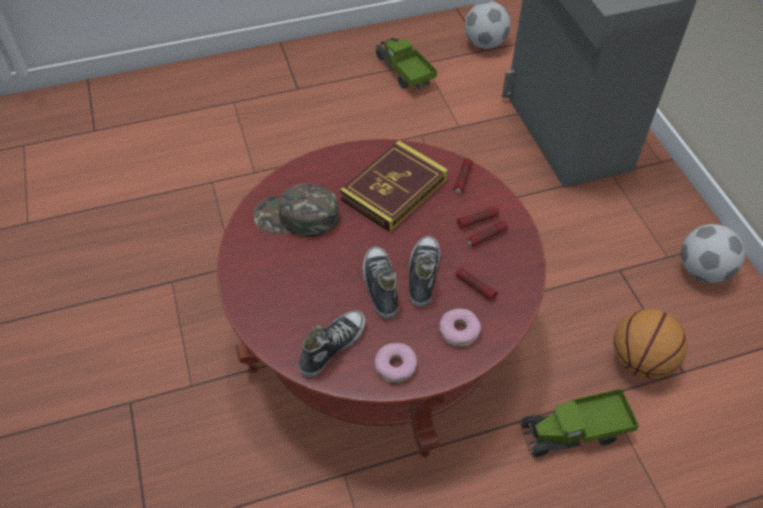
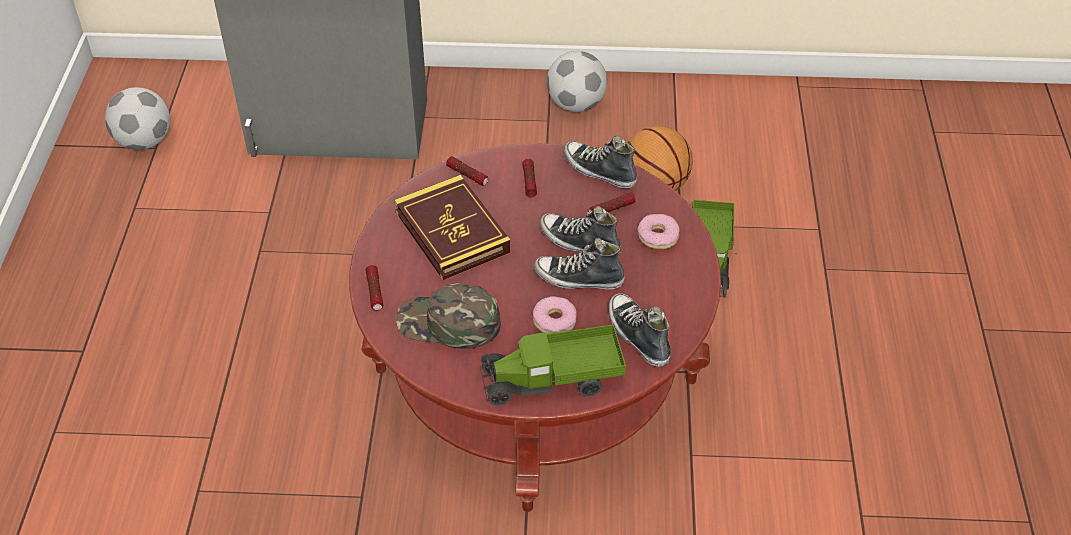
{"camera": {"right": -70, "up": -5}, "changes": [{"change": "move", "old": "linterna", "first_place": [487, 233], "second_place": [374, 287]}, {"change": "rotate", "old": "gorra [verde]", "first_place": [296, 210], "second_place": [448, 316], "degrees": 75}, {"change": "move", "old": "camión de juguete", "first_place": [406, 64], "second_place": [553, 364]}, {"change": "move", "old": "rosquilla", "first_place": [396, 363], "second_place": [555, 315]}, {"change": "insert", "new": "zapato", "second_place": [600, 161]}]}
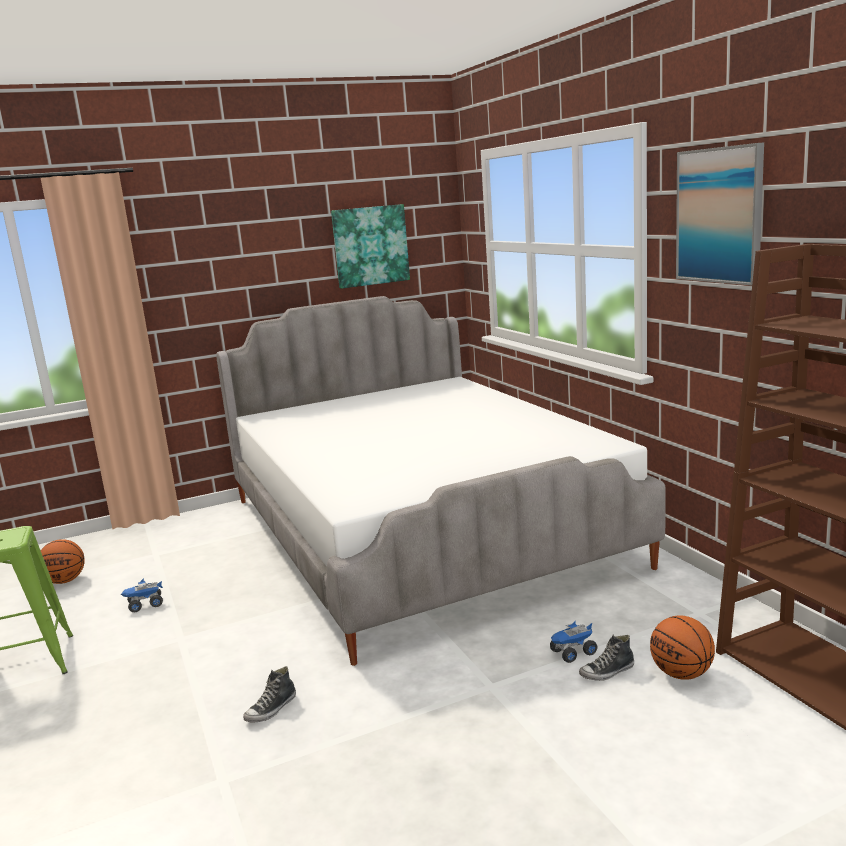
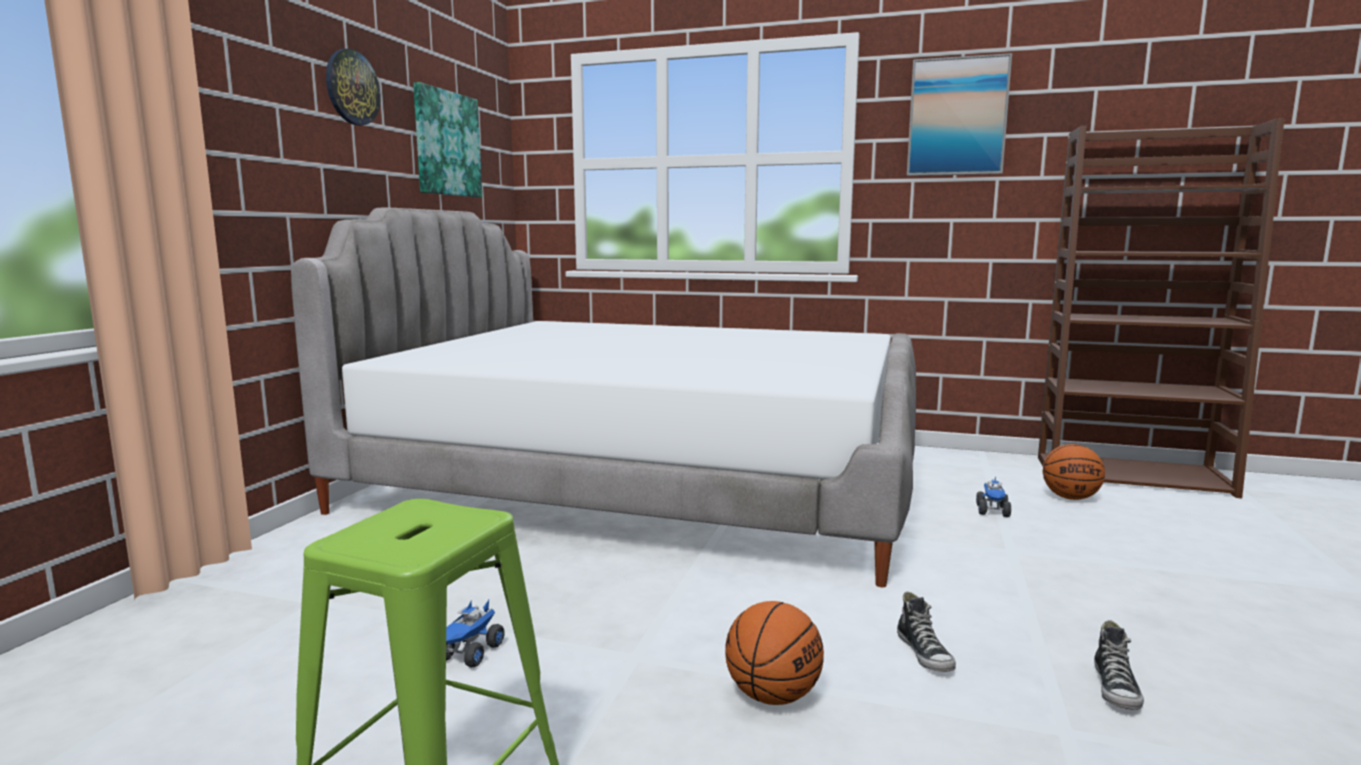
{"camera": {"right": -50, "up": -5}, "changes": [{"change": "insert", "new": "reloj de pared", "second_place": [353, 87]}, {"change": "move", "old": "balón de baloncesto", "first_place": [63, 561], "second_place": [774, 653]}, {"change": "move", "old": "zapato", "first_place": [606, 658], "second_place": [1119, 665]}]}
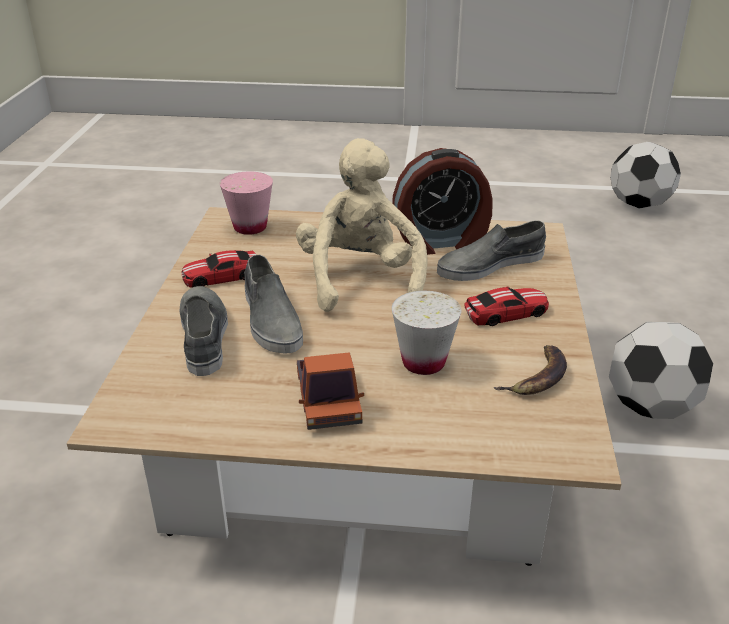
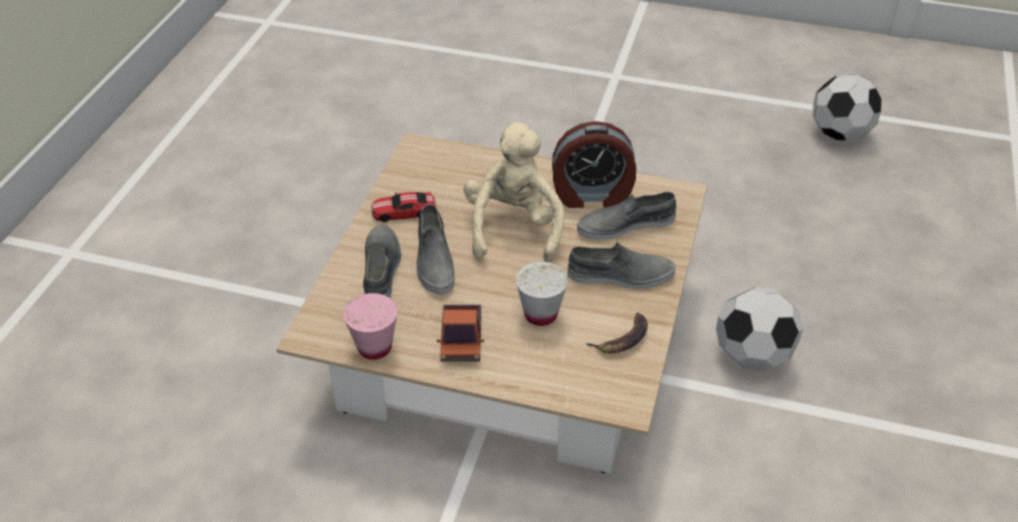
{"camera": {"right": 10, "up": 10}, "changes": [{"change": "move", "old": "taza [rosa]", "first_place": [246, 203], "second_place": [370, 326]}, {"change": "replace", "old": "coche de juguete", "new": "zapato [gris]", "first_place": [506, 306], "second_place": [622, 265]}]}
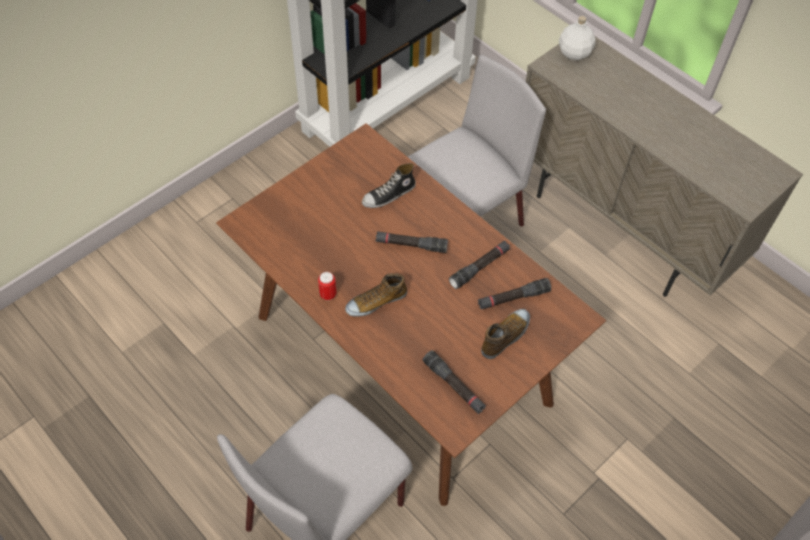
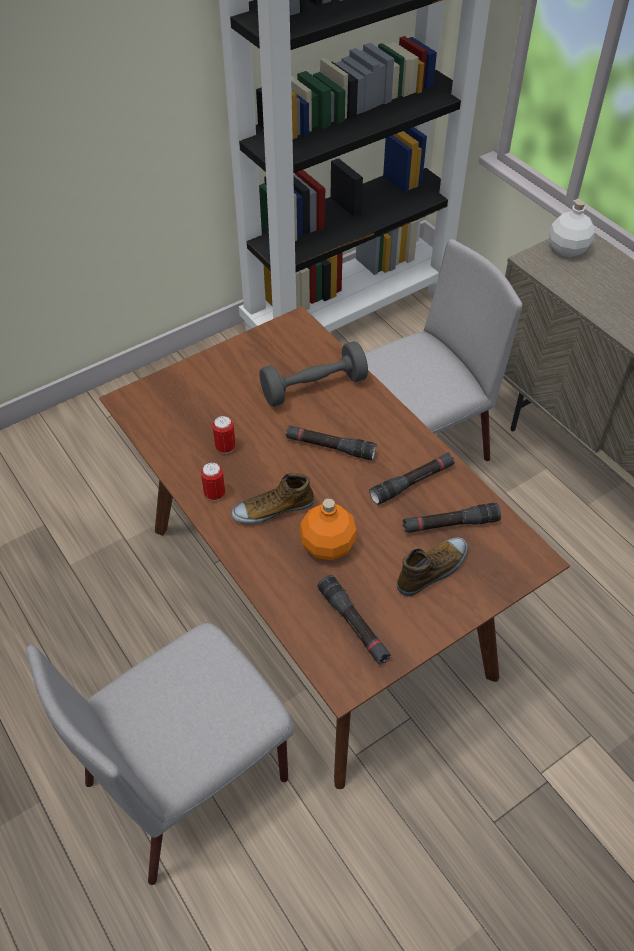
{"camera": {"right": 10, "up": -5}, "changes": [{"change": "insert", "new": "lata", "second_place": [224, 435]}, {"change": "replace", "old": "zapato", "new": "mancuerna [gris]", "first_place": [389, 185], "second_place": [313, 374]}, {"change": "insert", "new": "botella [naranja]", "second_place": [328, 529]}]}
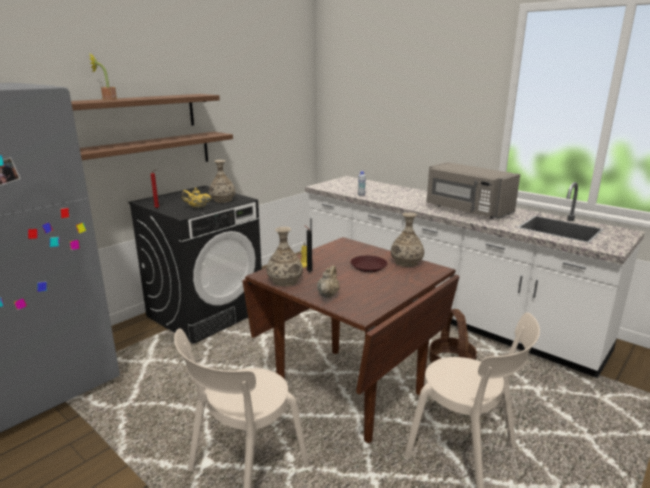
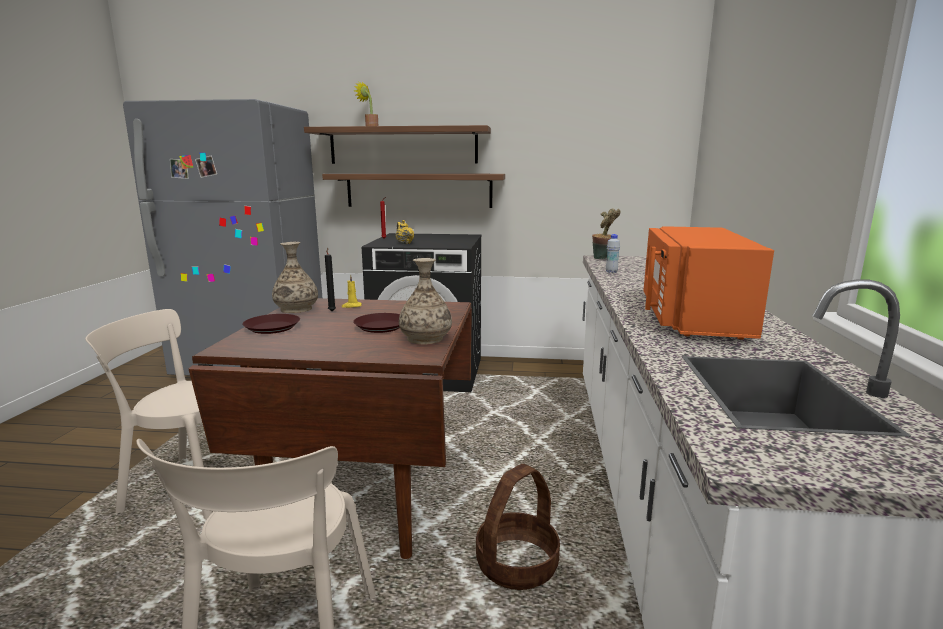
{"camera": {"right": 55, "up": -5}, "changes": [{"change": "replace", "old": "tetera [beis]", "new": "plato [marrón]", "first_place": [328, 281], "second_place": [271, 324]}, {"change": "insert", "new": "planta en maceta", "second_place": [606, 233]}, {"change": "recolor", "old": "microondas [gris]", "new": "microondas [naranja]", "first_place": [473, 190], "second_place": [708, 282]}, {"change": "delete", "old": "florero", "first_place": [222, 181]}]}
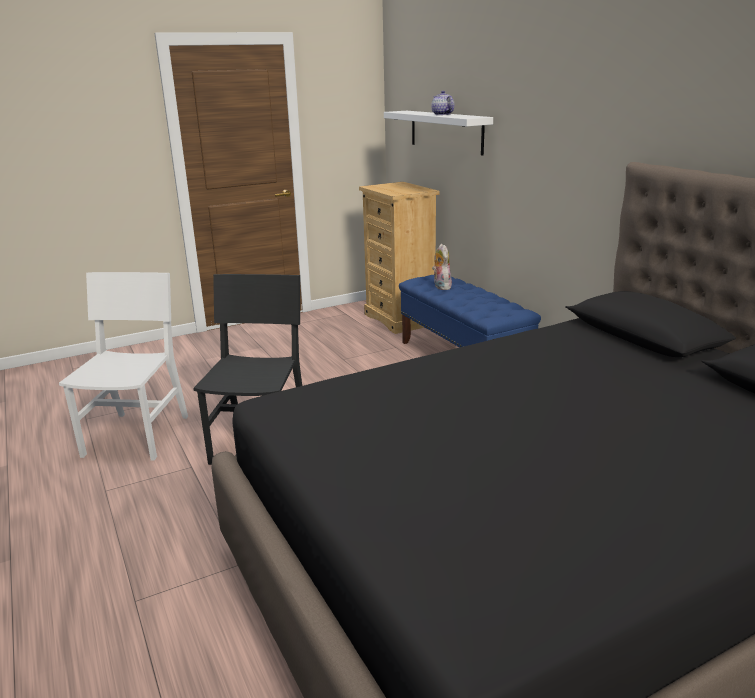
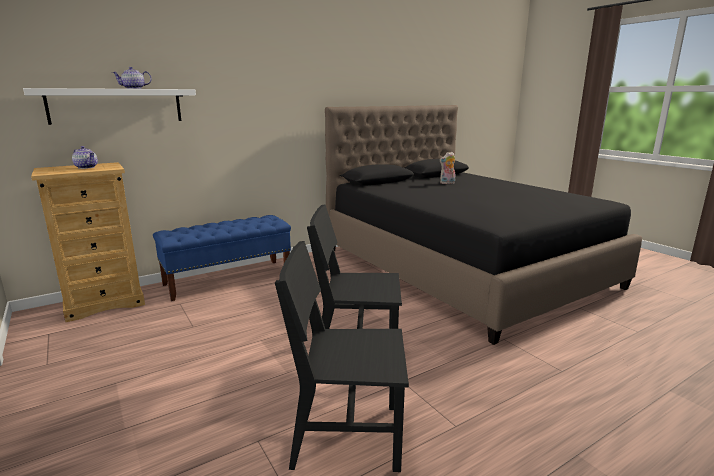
{"camera": {"right": -95, "up": -5}, "changes": [{"change": "insert", "new": "tetera", "second_place": [85, 157]}, {"change": "recolor", "old": "silla [blanco]", "new": "silla [negro]", "first_place": [123, 366], "second_place": [342, 356]}, {"change": "move", "old": "peluche", "first_place": [442, 267], "second_place": [447, 168]}]}
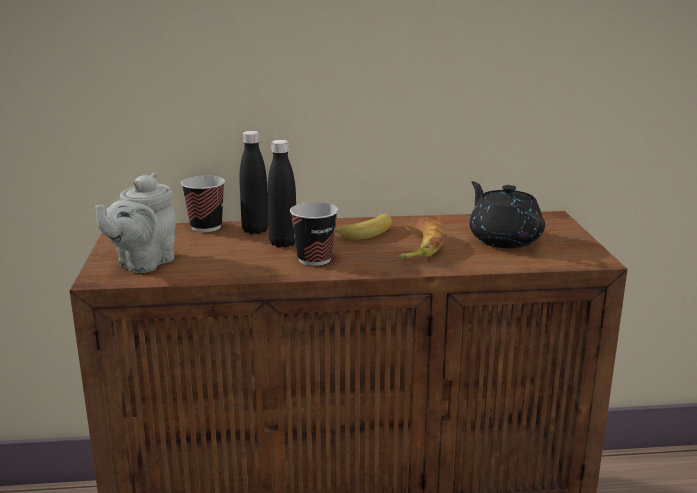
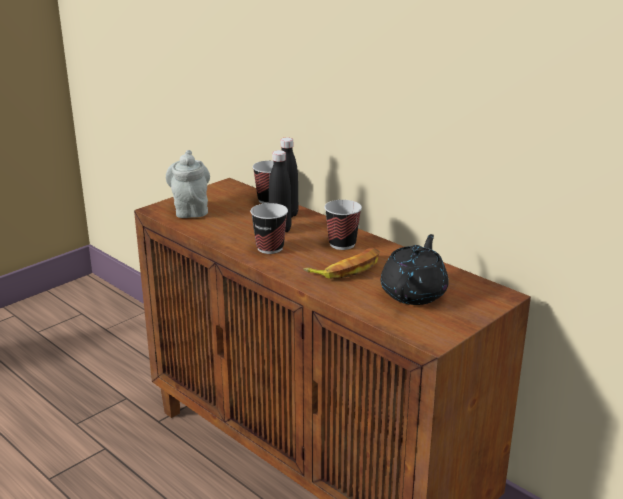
{"camera": {"right": 50, "up": 5}, "changes": [{"change": "rotate", "old": "tetera [gris]", "first_place": [135, 223], "second_place": [188, 184], "degrees": 90}, {"change": "replace", "old": "plátano", "new": "taza", "first_place": [363, 227], "second_place": [343, 225]}]}
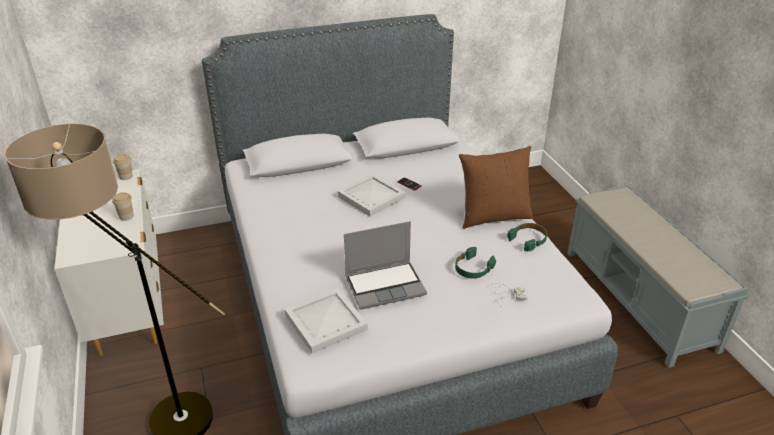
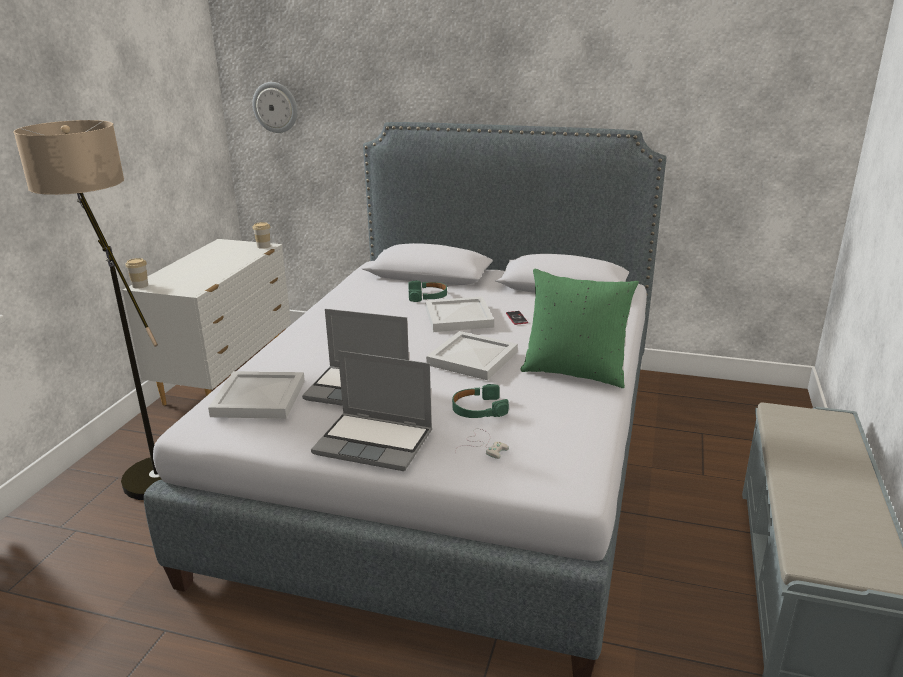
{"camera": {"right": 35, "up": -10}, "changes": [{"change": "move", "old": "taza", "first_place": [123, 206], "second_place": [136, 273]}, {"change": "insert", "new": "reloj de pared", "second_place": [275, 107]}, {"change": "insert", "new": "portátil", "second_place": [371, 410]}, {"change": "move", "old": "auriculares [verde]", "first_place": [527, 237], "second_place": [427, 291]}, {"change": "insert", "new": "bandeja [blanco]", "second_place": [472, 355]}, {"change": "recolor", "old": "cojín [marrón]", "new": "cojín [verde]", "first_place": [496, 187], "second_place": [579, 328]}]}
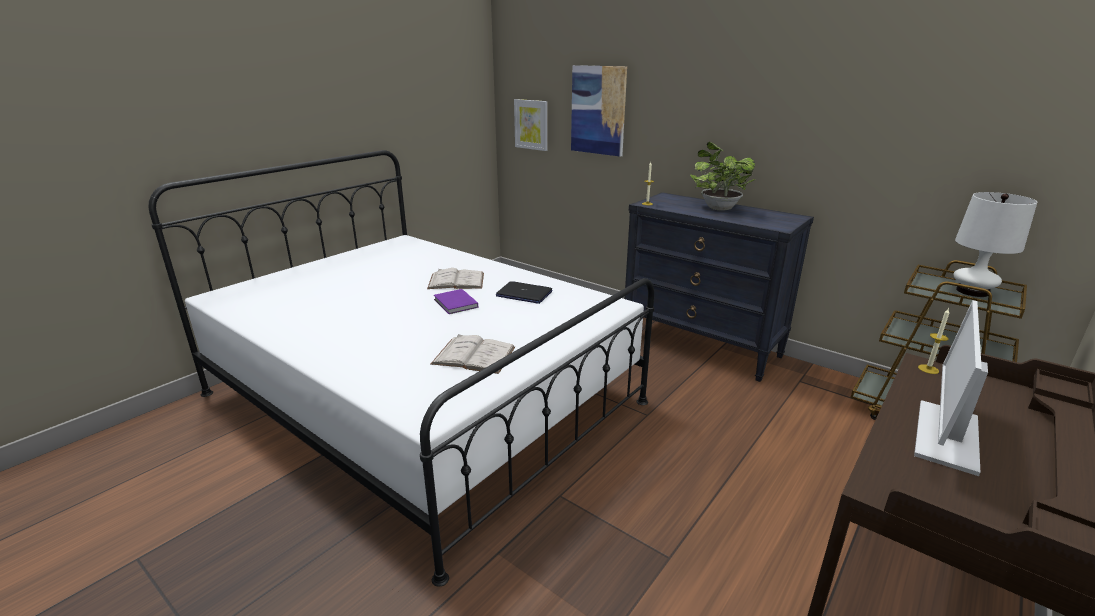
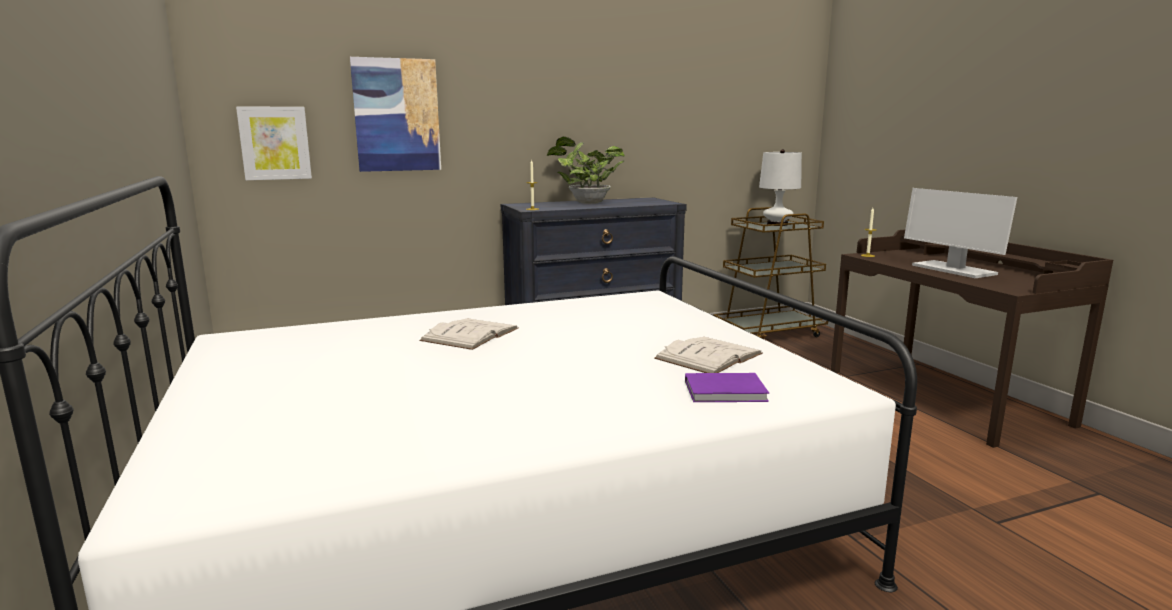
{"camera": {"right": -60, "up": -10}, "changes": [{"change": "move", "old": "libro [morado]", "first_place": [456, 301], "second_place": [727, 387]}, {"change": "delete", "old": "portátil", "first_place": [524, 292]}]}
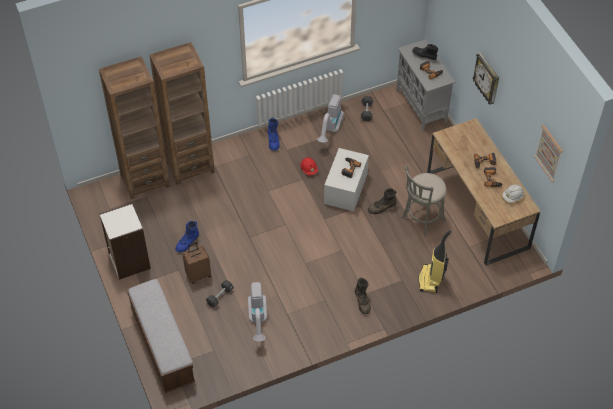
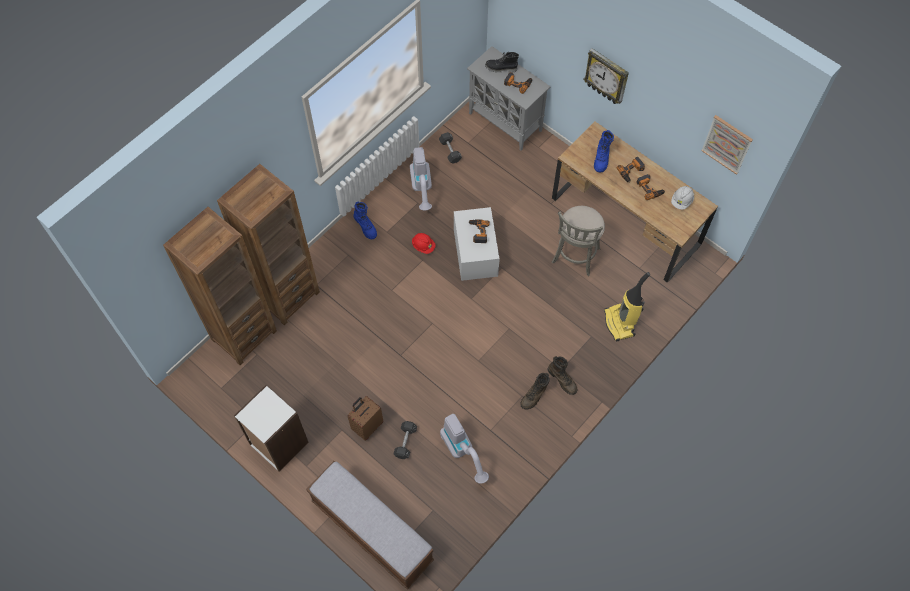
{"camera": {"right": -25, "up": 10}, "changes": [{"change": "move", "old": "bota [marrón]", "first_place": [382, 201], "second_place": [535, 391]}, {"change": "move", "old": "bota [azul]", "first_place": [187, 236], "second_place": [604, 151]}]}
